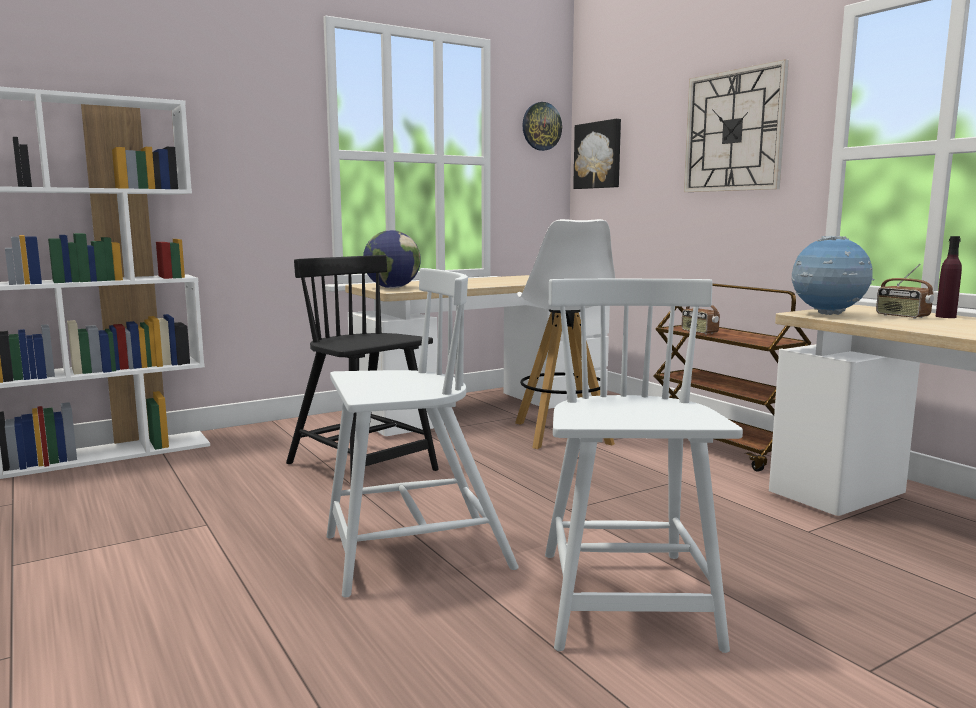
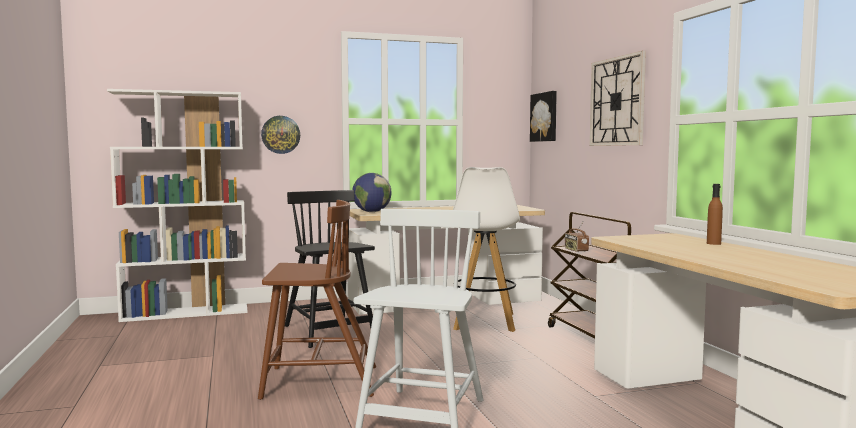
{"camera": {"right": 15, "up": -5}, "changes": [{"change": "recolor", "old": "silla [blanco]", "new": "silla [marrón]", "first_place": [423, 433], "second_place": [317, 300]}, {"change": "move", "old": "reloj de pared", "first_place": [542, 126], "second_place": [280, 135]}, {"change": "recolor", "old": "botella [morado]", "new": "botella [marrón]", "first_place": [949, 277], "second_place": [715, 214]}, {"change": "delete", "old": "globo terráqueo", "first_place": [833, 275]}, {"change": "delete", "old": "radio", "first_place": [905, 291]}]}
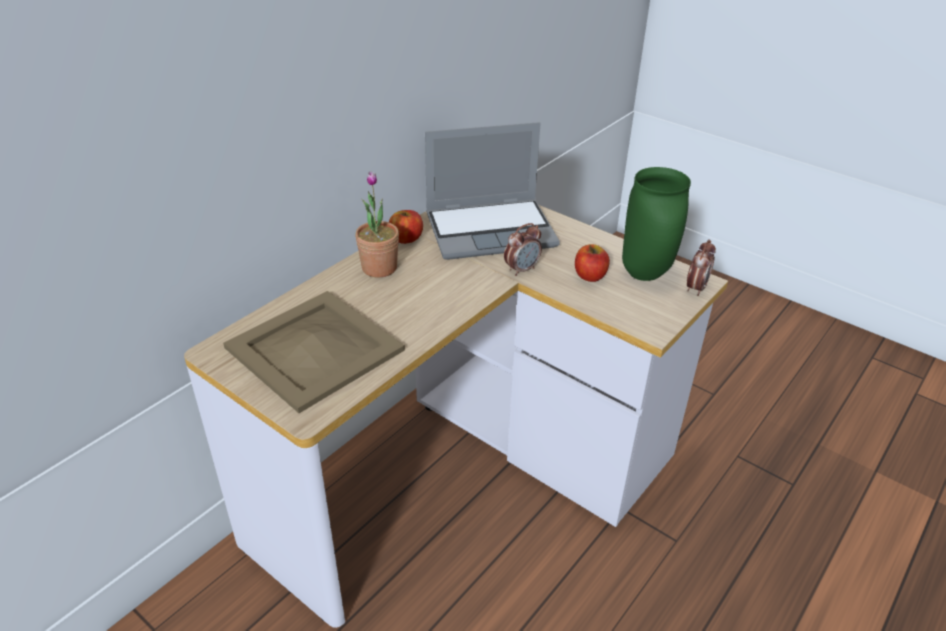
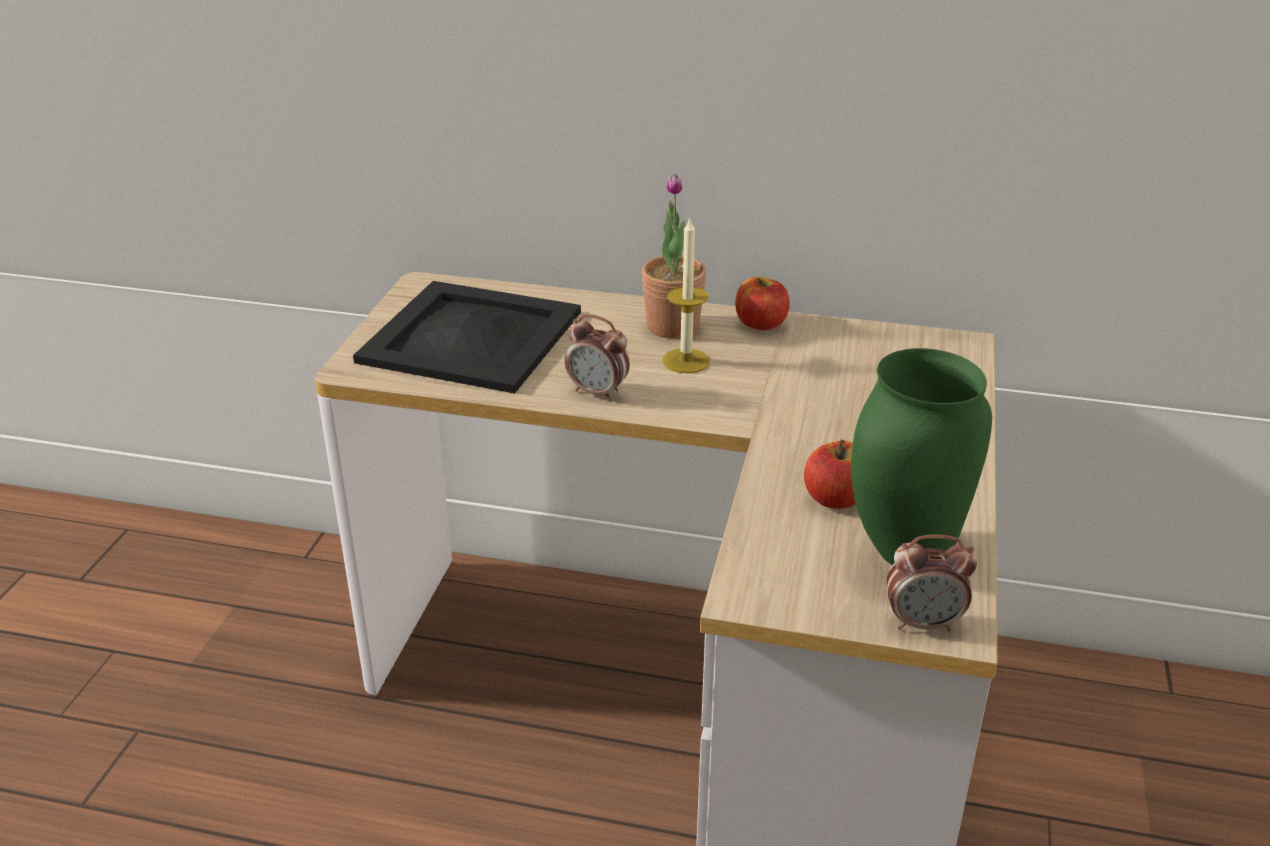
{"camera": {"right": 65, "up": -5}, "changes": [{"change": "recolor", "old": "bandeja [beis]", "new": "bandeja [negro]", "first_place": [314, 352], "second_place": [467, 337]}, {"change": "move", "old": "despertador", "first_place": [523, 249], "second_place": [597, 358]}, {"change": "insert", "new": "vela", "second_place": [686, 295]}, {"change": "delete", "old": "portátil", "first_place": [492, 191]}]}
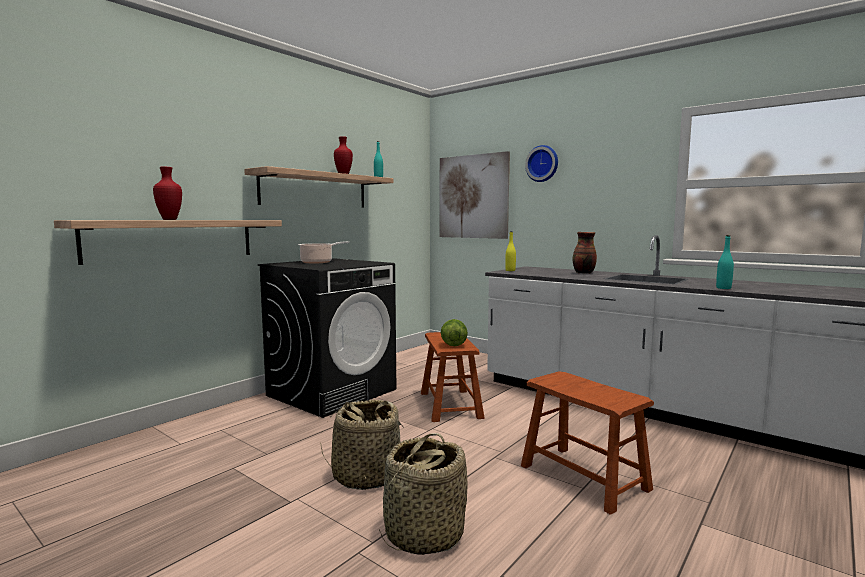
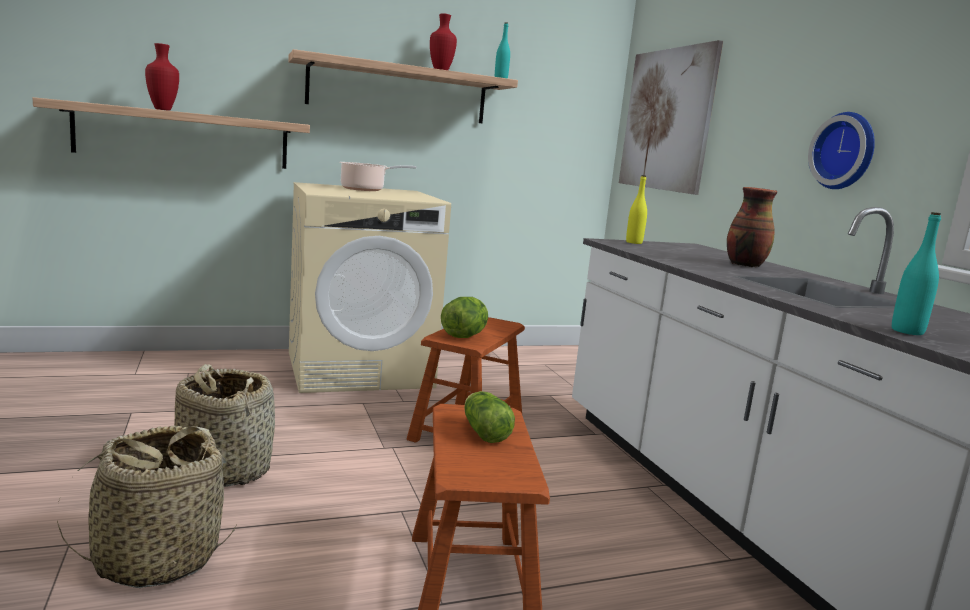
{"camera": {"right": 30, "up": 5}, "changes": [{"change": "recolor", "old": "lavadora [negro]", "new": "lavadora [beis]", "first_place": [327, 338], "second_place": [370, 287]}, {"change": "insert", "new": "lechuga", "second_place": [489, 417]}, {"change": "move", "old": "reloj de pared", "first_place": [541, 163], "second_place": [841, 150]}]}
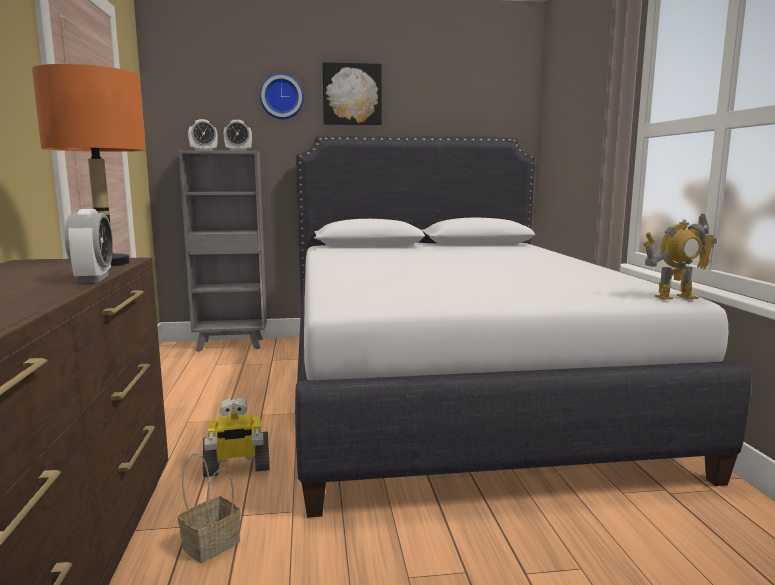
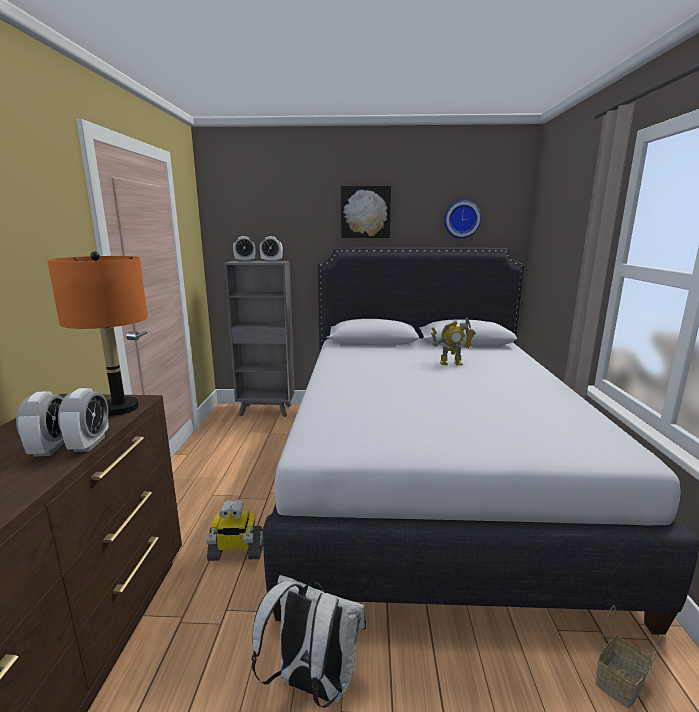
{"camera": {"right": 10, "up": 5}, "changes": [{"change": "insert", "new": "despertador", "second_place": [40, 424]}, {"change": "insert", "new": "mochila [blanco]", "second_place": [308, 641]}, {"change": "move", "old": "robot de juguete", "first_place": [680, 257], "second_place": [453, 341]}, {"change": "move", "old": "reloj de pared", "first_place": [282, 96], "second_place": [462, 219]}, {"change": "move", "old": "cesta", "first_place": [209, 508], "second_place": [629, 657]}]}
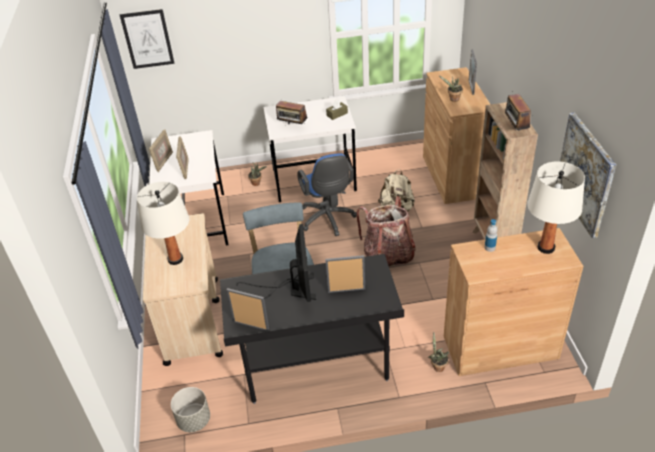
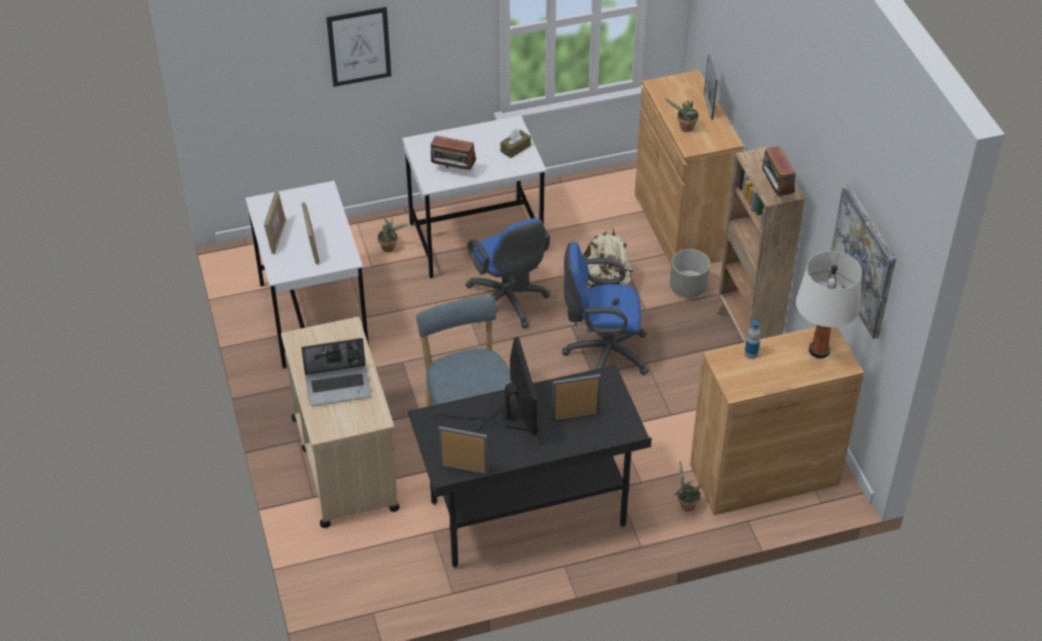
{"camera": {"right": -10, "up": 5}, "changes": [{"change": "replace", "old": "lámpara de mesa [blanco]", "new": "portátil", "first_place": [163, 223], "second_place": [336, 372]}, {"change": "move", "old": "cuadro", "first_place": [147, 39], "second_place": [358, 47]}, {"change": "replace", "old": "mochila", "new": "silla de oficina [azul]", "first_place": [386, 231], "second_place": [605, 308]}, {"change": "move", "old": "maceta [gris]", "first_place": [190, 409], "second_place": [690, 273]}]}
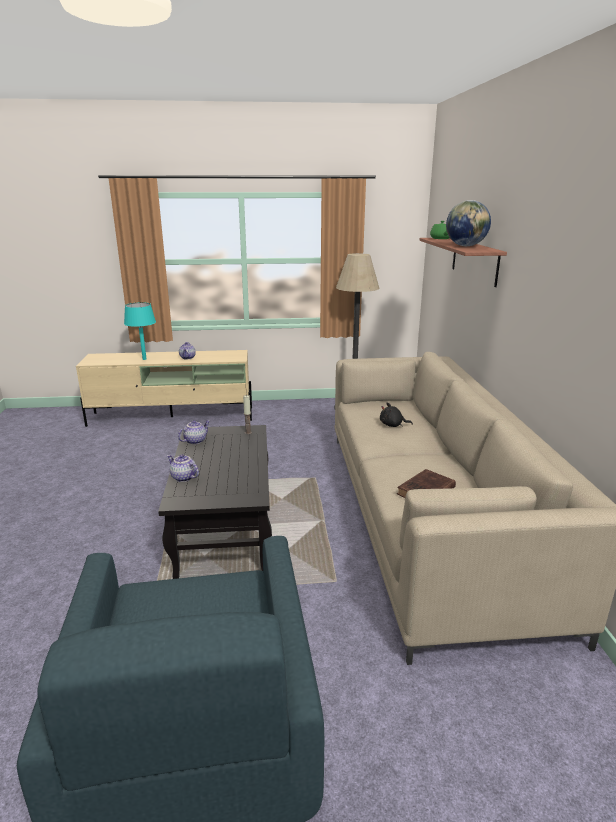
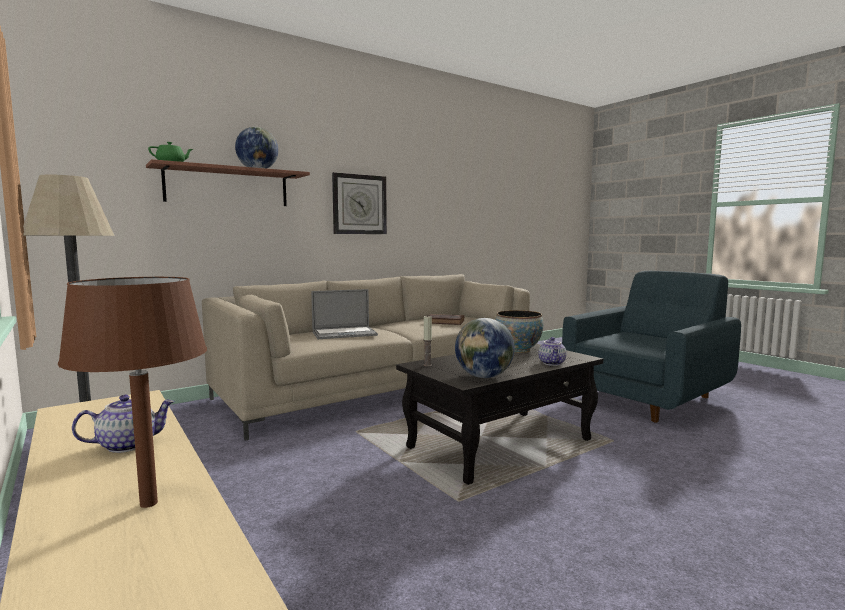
{"camera": {"right": -120, "up": -15}, "changes": [{"change": "recolor", "old": "lámpara de mesa [turquesa]", "new": "lámpara de mesa [marrón]", "first_place": [140, 331], "second_place": [132, 392]}, {"change": "replace", "old": "peluche [negro]", "new": "portátil", "first_place": [396, 415], "second_place": [344, 314]}, {"change": "insert", "new": "reloj de pared", "second_place": [359, 203]}, {"change": "replace", "old": "tetera", "new": "globo terráqueo", "first_place": [194, 432], "second_place": [485, 348]}, {"change": "insert", "new": "cuenco", "second_place": [519, 331]}]}
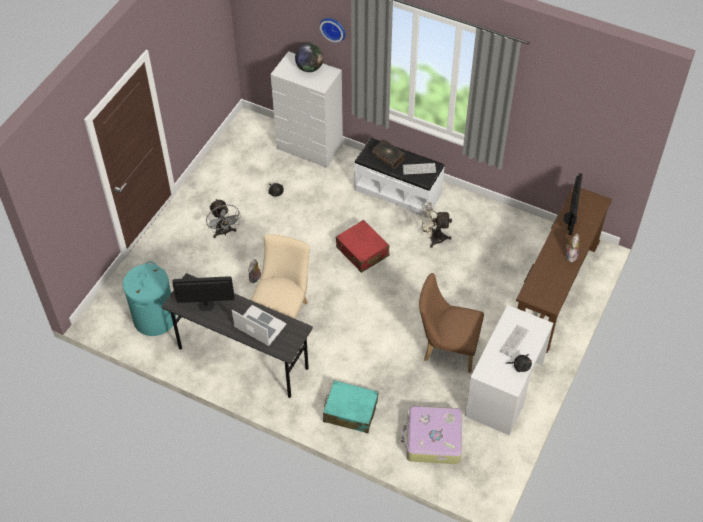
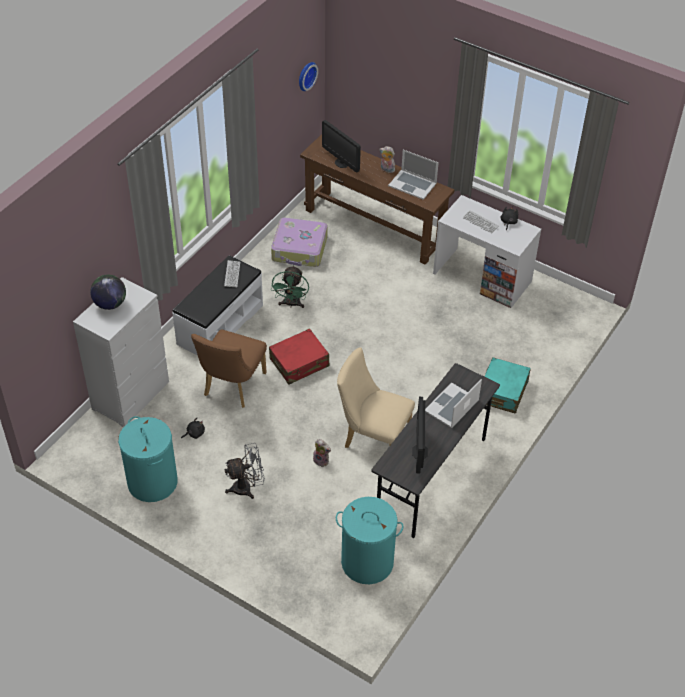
{"camera": {"right": -85, "up": -5}, "changes": [{"change": "insert", "new": "cesto de la ropa [turquesa]", "second_place": [148, 459]}, {"change": "move", "old": "silla [marrón]", "first_place": [451, 323], "second_place": [229, 368]}, {"change": "move", "old": "maleta", "first_place": [431, 435], "second_place": [299, 242]}, {"change": "recolor", "old": "ventilador [beis]", "new": "ventilador [verde]", "first_place": [437, 225], "second_place": [290, 286]}, {"change": "move", "old": "reloj de pared", "first_place": [333, 30], "second_place": [308, 76]}, {"change": "rotate", "old": "monitor", "first_place": [572, 204], "second_place": [341, 146], "degrees": -150}, {"change": "insert", "new": "portátil", "second_place": [413, 174]}, {"change": "delete", "old": "libro", "first_place": [388, 154]}]}
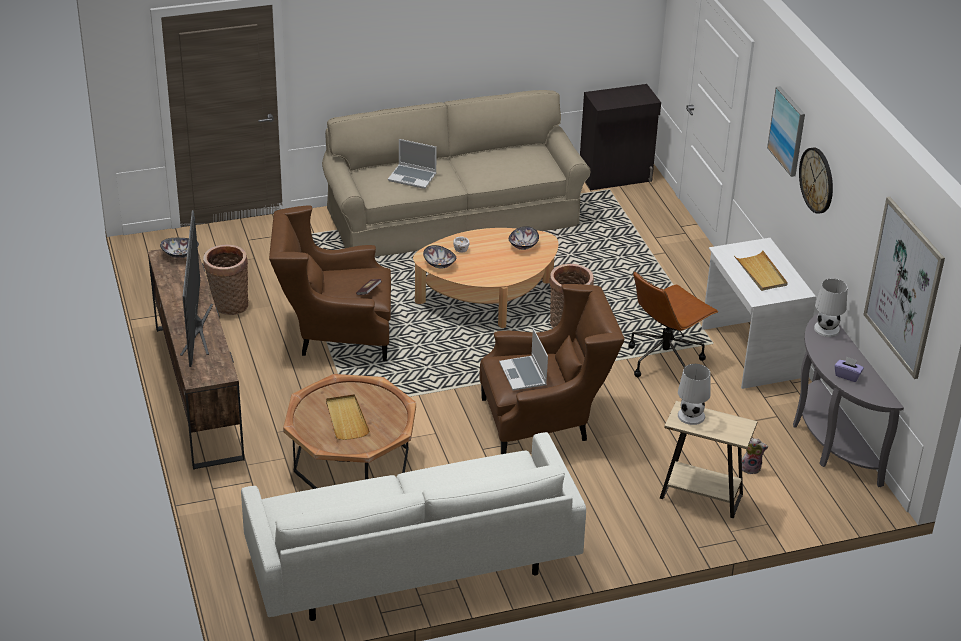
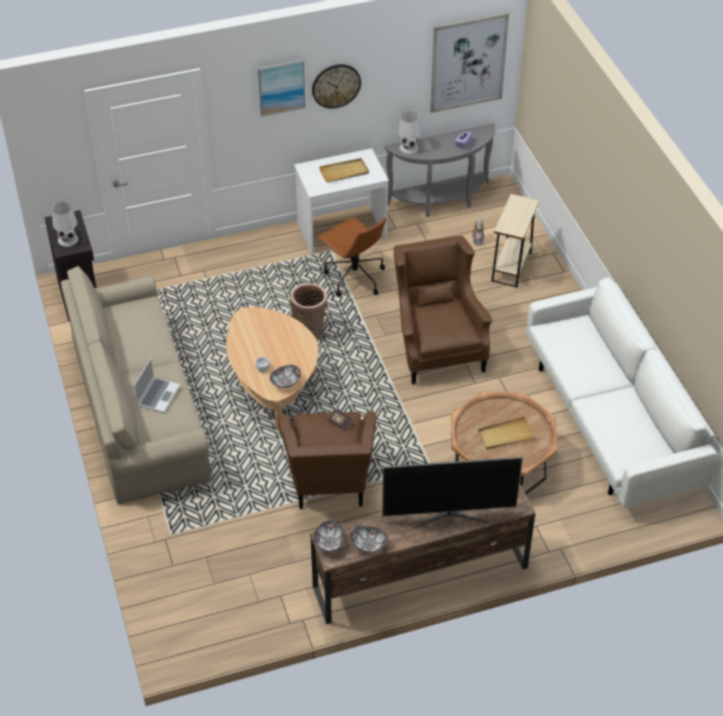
{"camera": {"right": -90, "up": 10}, "changes": [{"change": "move", "old": "lámpara de mesa [blanco]", "first_place": [694, 394], "second_place": [65, 224]}, {"change": "move", "old": "cuenco", "first_place": [524, 238], "second_place": [369, 539]}, {"change": "delete", "old": "cesta", "first_place": [225, 279]}, {"change": "delete", "old": "portátil", "first_place": [523, 359]}]}
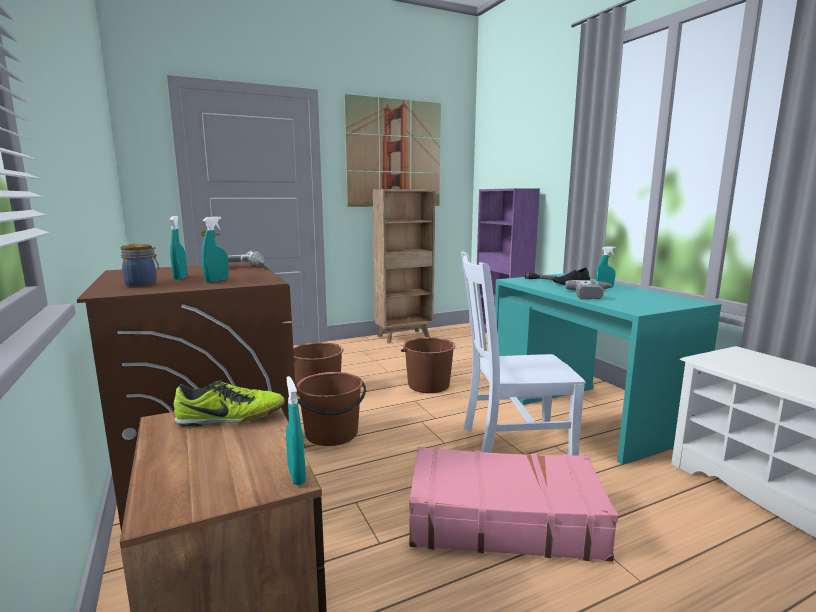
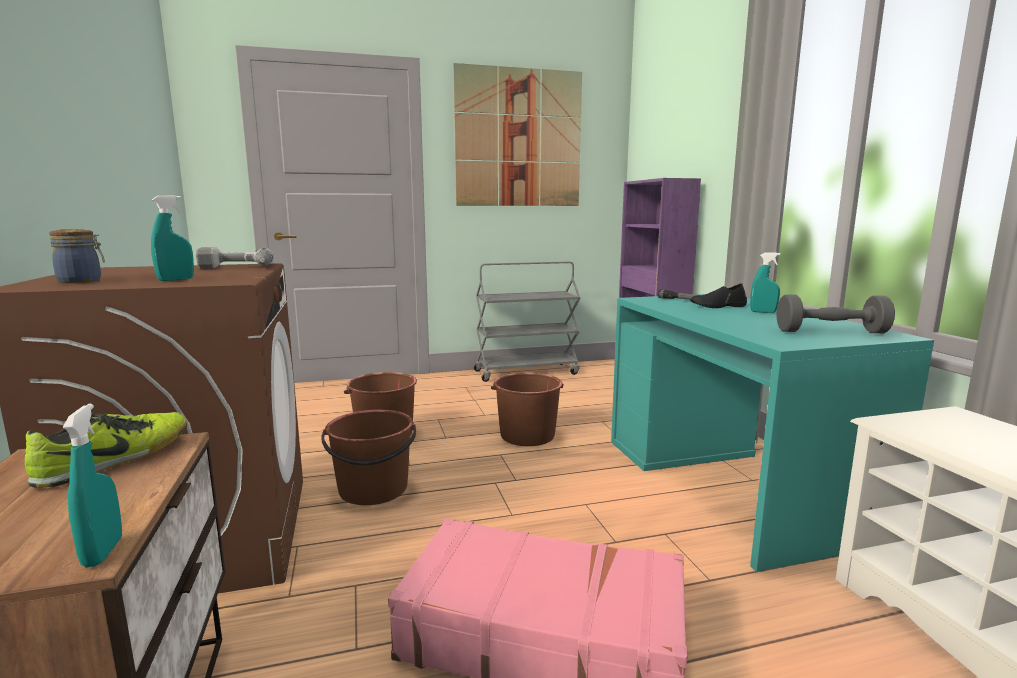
{"camera": {"right": 10, "up": 0}, "changes": [{"change": "rotate", "old": "zapato", "first_place": [229, 403], "second_place": [106, 450], "degrees": -60}, {"change": "replace", "old": "estantería [marrón]", "new": "carrito [gris]", "first_place": [404, 266], "second_place": [527, 321]}, {"change": "insert", "new": "mancuerna [gris]", "second_place": [835, 314]}, {"change": "delete", "old": "pulverizador [turquesa]", "first_place": [178, 248]}, {"change": "delete", "old": "silla [blanco]", "first_place": [523, 354]}, {"change": "delete", "old": "taladro", "first_place": [588, 289]}]}
